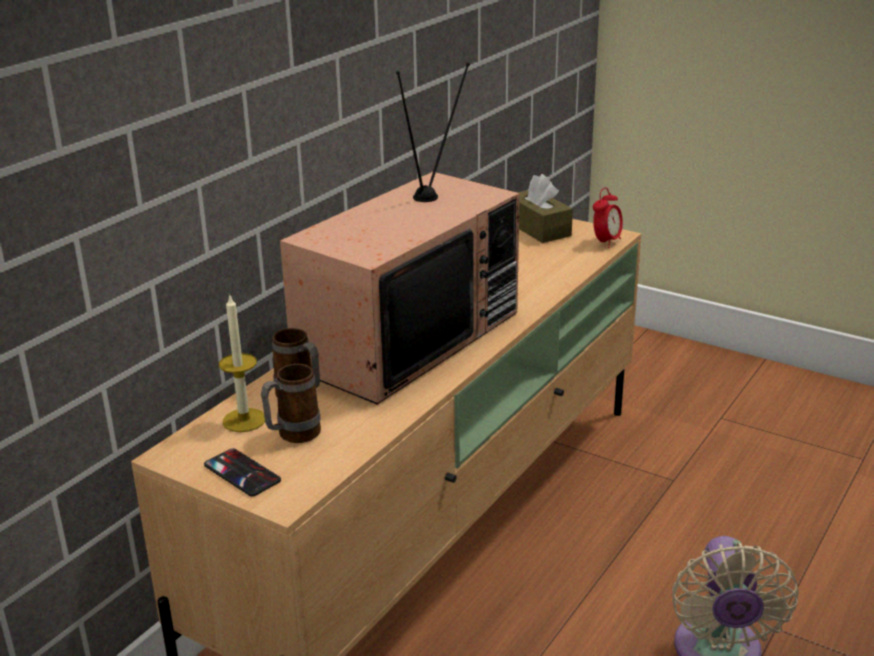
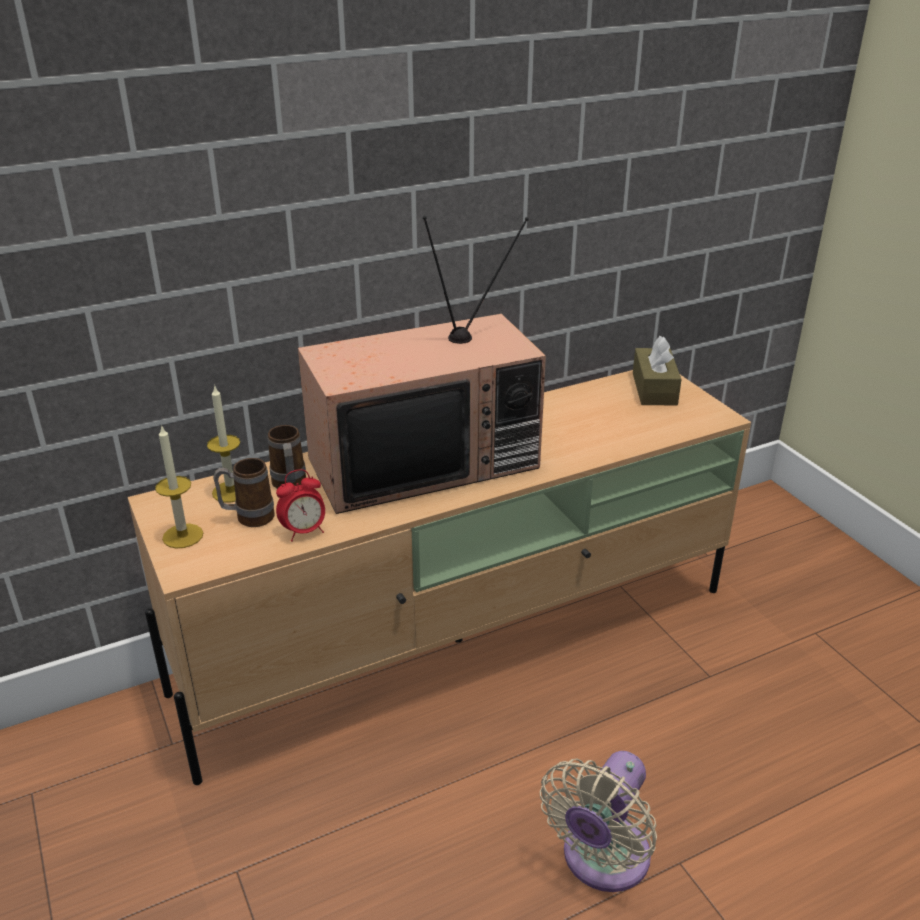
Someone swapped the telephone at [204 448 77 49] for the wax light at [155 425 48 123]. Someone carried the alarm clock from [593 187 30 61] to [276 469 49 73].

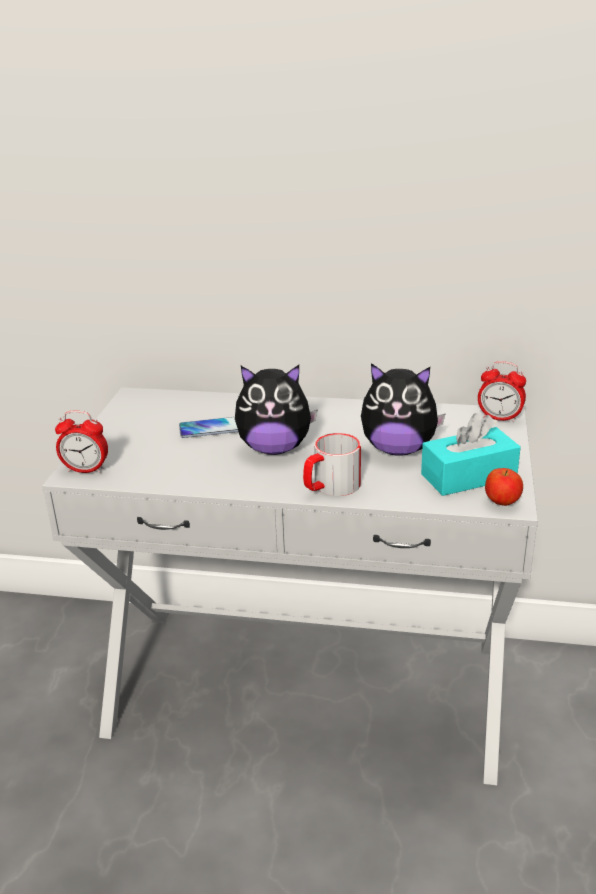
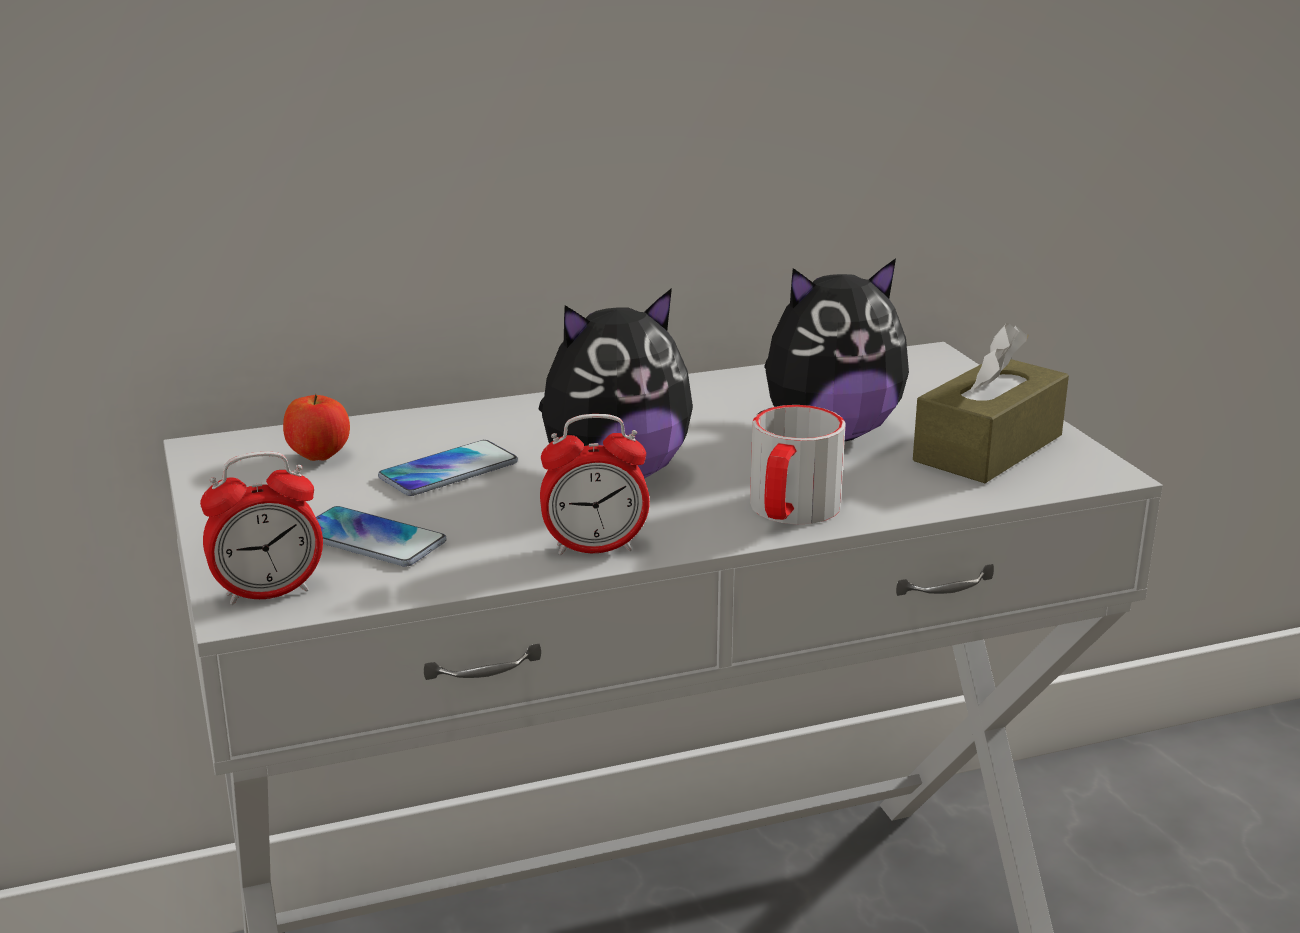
Someone carried the whole apple from [485 468 38 38] to [283 394 67 67]. Someone put down the telephone at [316 506 130 61]. Someone carried the alarm clock from [478 361 48 61] to [540 414 110 141]. Someone repainted the tissue holder in blue-green at [421 413 100 83], which became the tissue holder in brownish at [913 323 156 160].

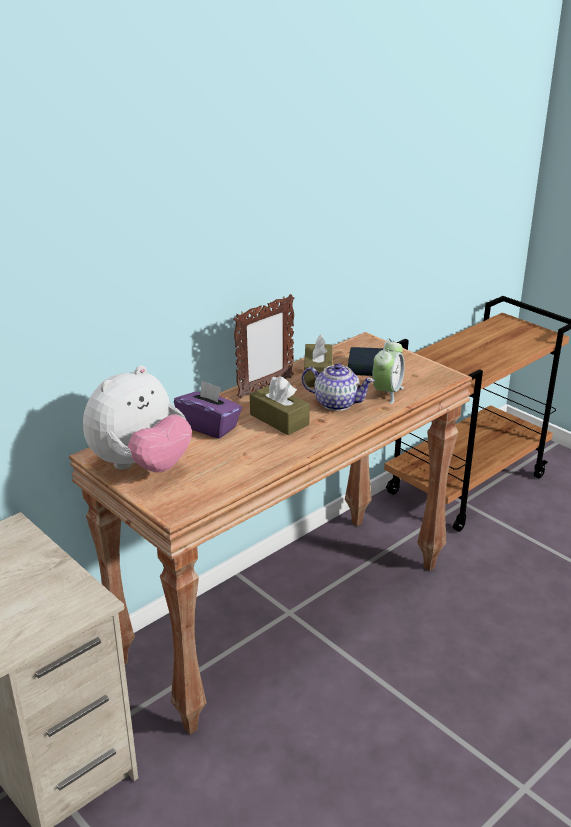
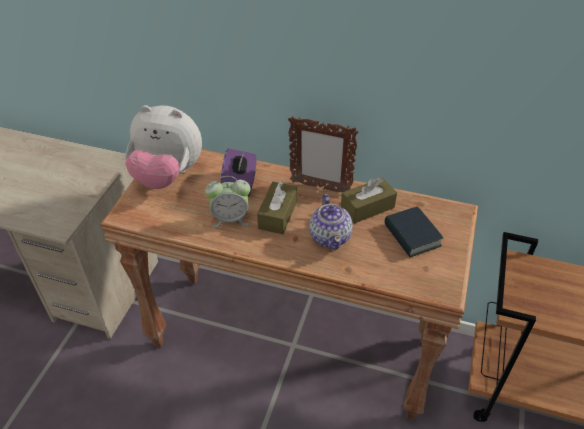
Someone carried the alarm clock from [372 338 33 66] to [205 176 46 52].

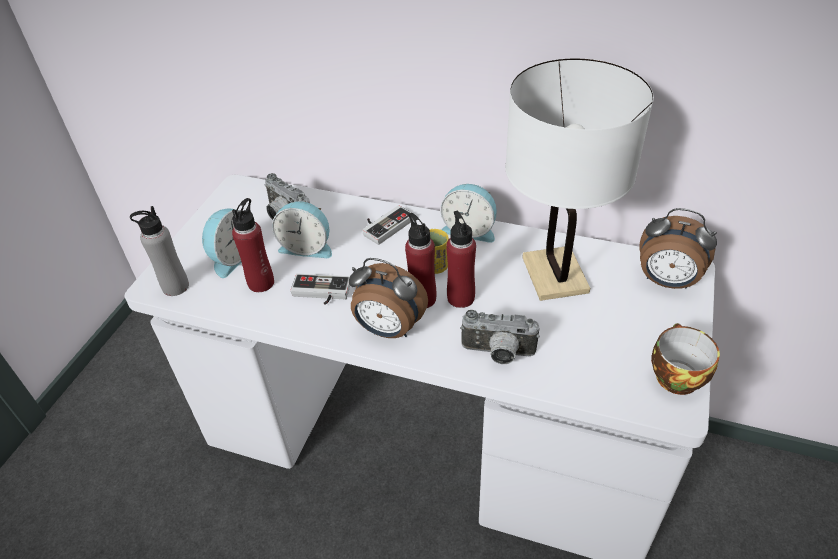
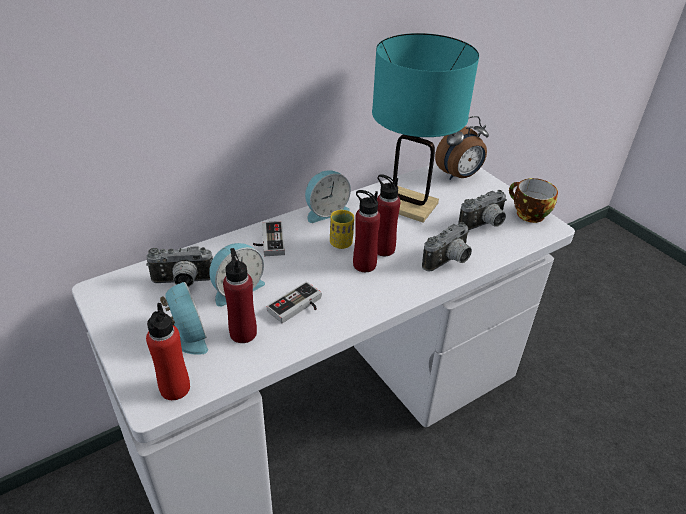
Someone repainted the beverage bottle in grey at [130 206 59 90], which became the beverage bottle in red-coloured at [146 303 44 97]. Someone repainted the table lamp in white-coloured at [505 58 149 243], which became the table lamp in blue-green at [372 33 107 190]. Someone put down the still camera at [458 190 49 41]. Someone took away the alarm clock at [349 258 79 80].

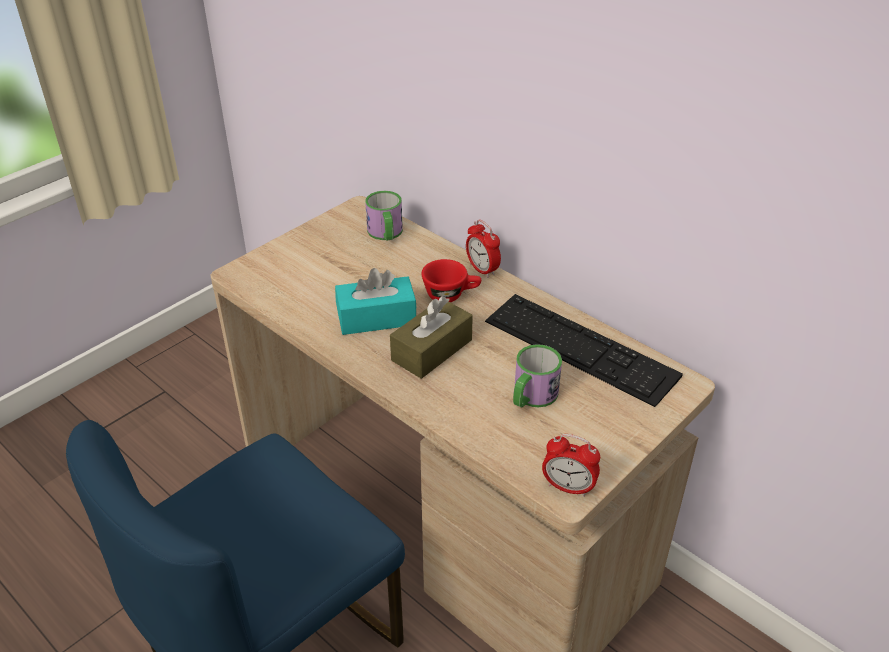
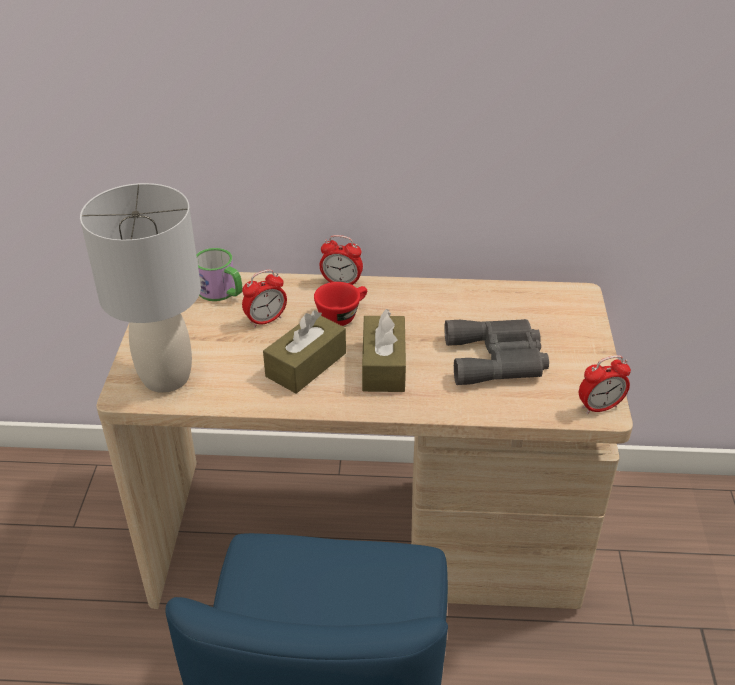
Someone put down the table lamp in grey at [80 183 121 210]. Someone put down the alarm clock at [242 270 45 58]. Someone repainted the tissue holder in blue-green at [335 268 82 67], which became the tissue holder in brownish at [263 310 83 84]. Someone swapped the tea mug at [513 344 49 64] for the field glasses in grey at [445 319 104 66]. Someone took away the PC keyboard at [485 294 198 113].

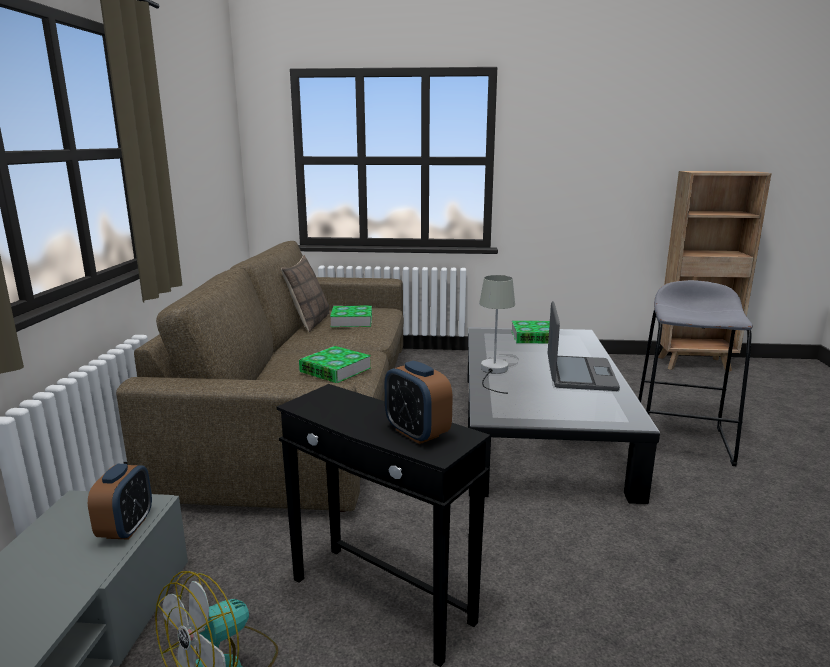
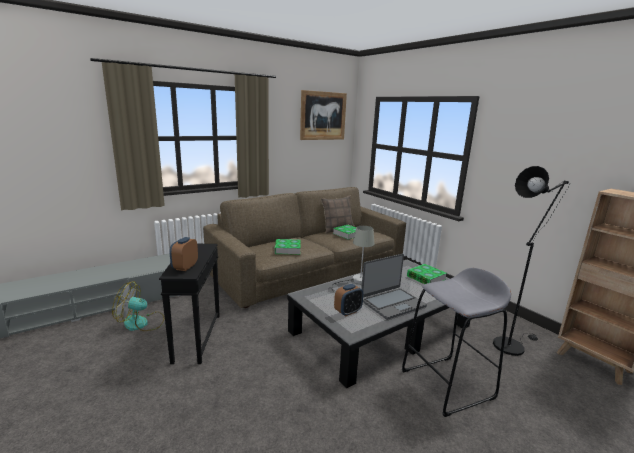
Someone put up the wall art at [300 90 47 50]. Someone carried the alarm clock from [88 464 64 76] to [334 284 29 33]. Someone put down the standing lamp in blackish at [493 166 77 190].

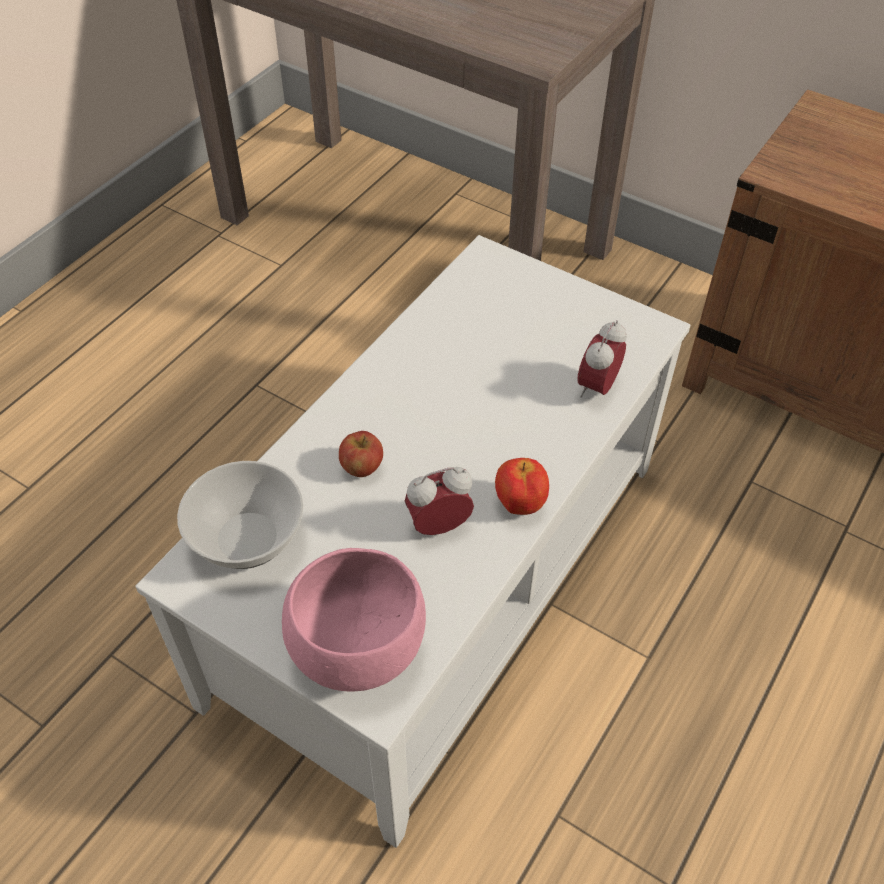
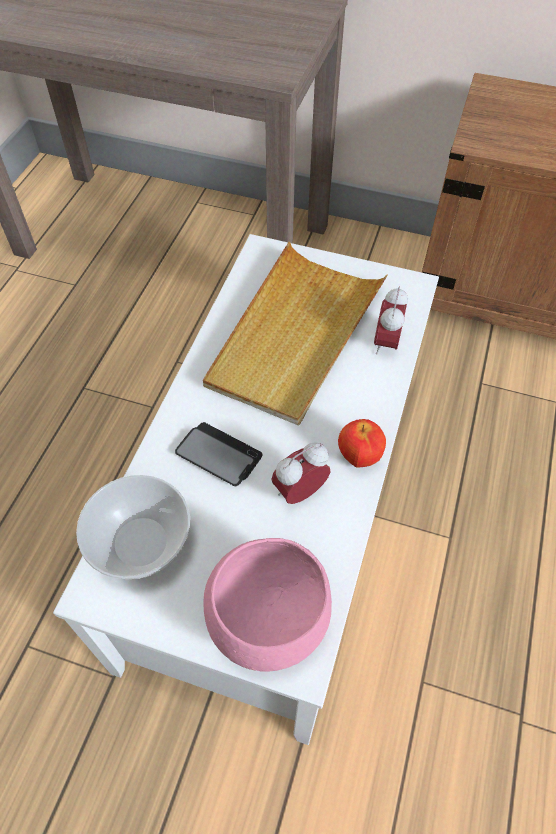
Someone swapped the whole apple at [339 431 44 46] for the telephone at [175 422 87 64]. Someone put down the serving tray in beige at [203 242 185 184].

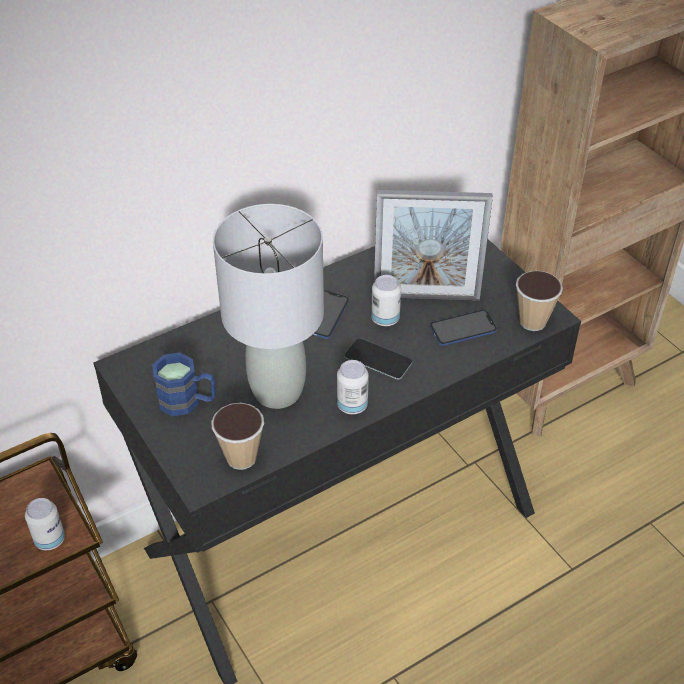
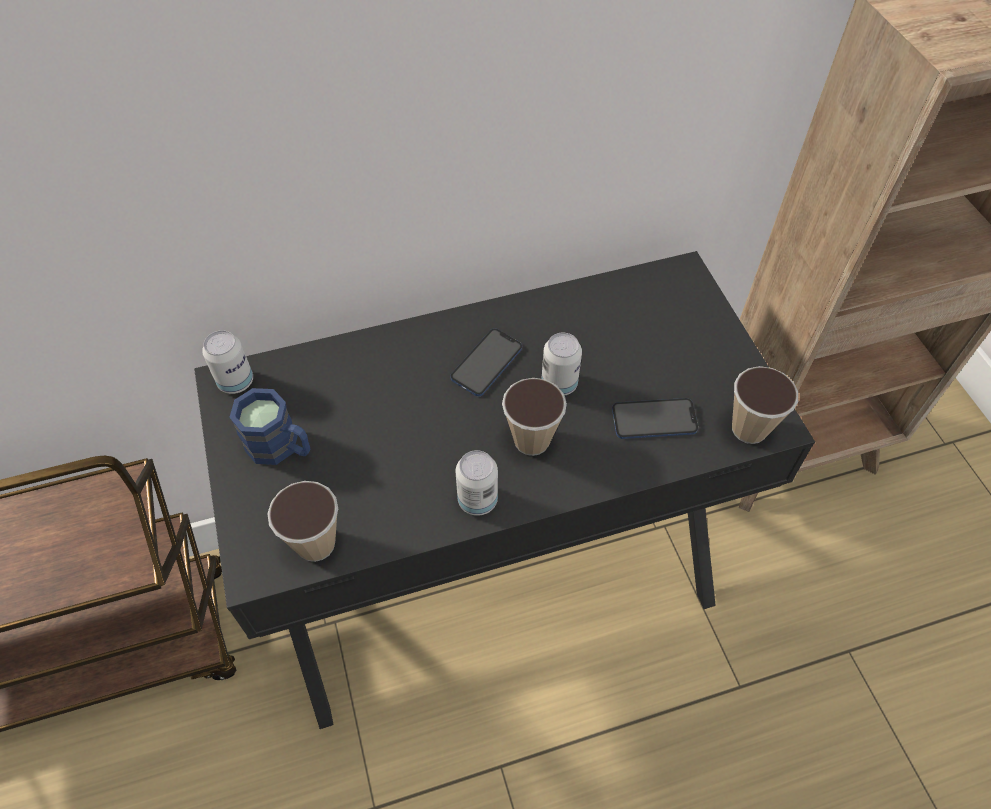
Someone carried the sealed can from [25 498 40 52] to [202 330 51 64]. Someone swapped the telephone at [345 338 67 42] for the cup at [502 378 65 78]. Someone took away the table lamp in grey at [213 204 111 205]. Someone took away the standing frame at [374 190 119 110].

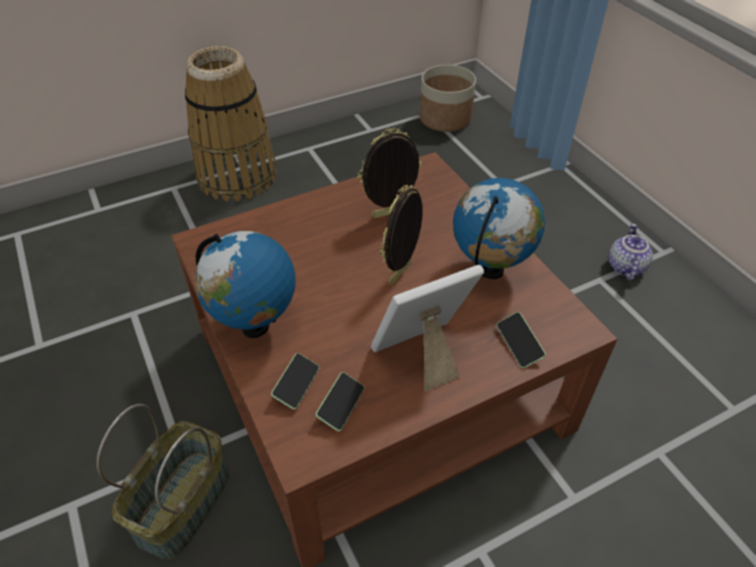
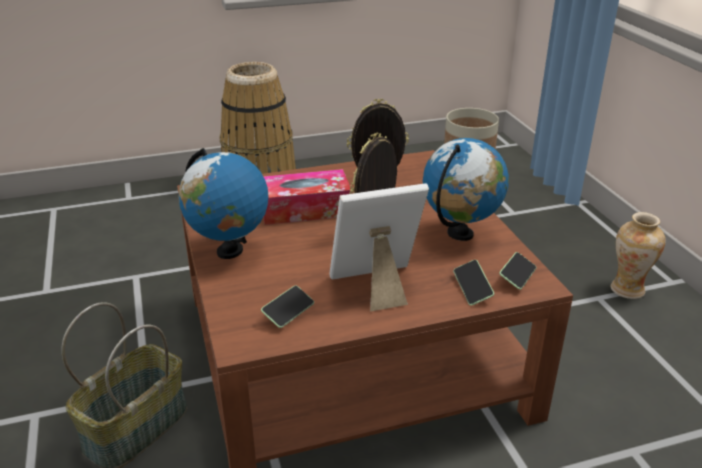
Someone put down the tissue holder at [263 169 89 56]. Someone carried the telephone from [271 353 49 56] to [499 252 38 38]. Someone swapped the pot for tea at [608 223 45 58] for the vase at [611 212 55 87].

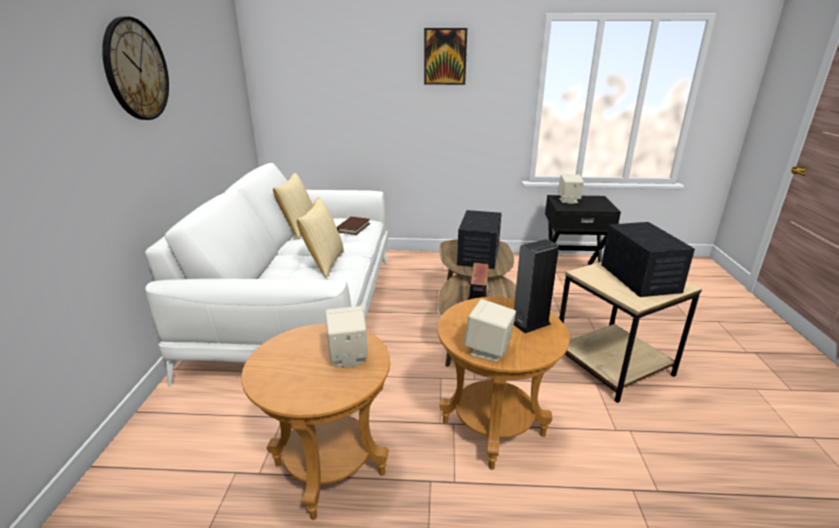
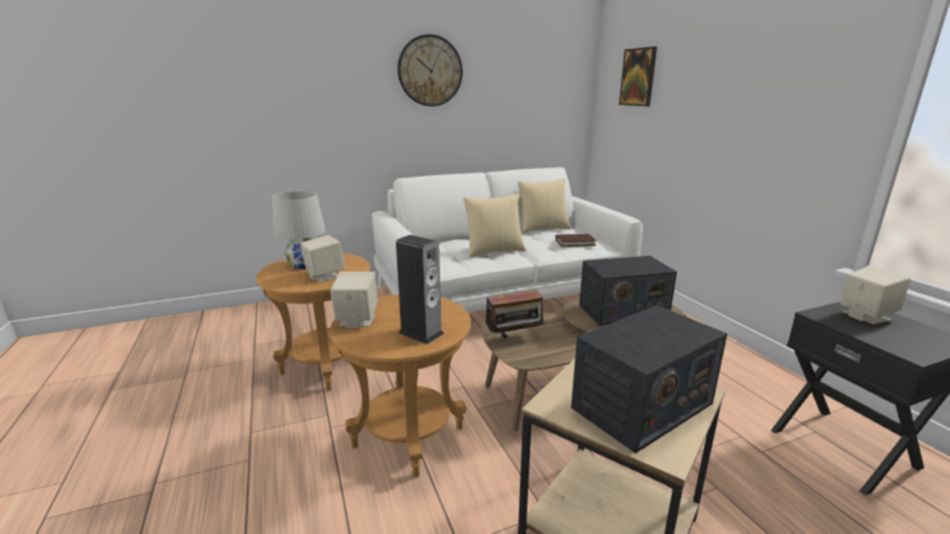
Someone put down the table lamp in white-coloured at [272 191 53 78]. Someone carried the wall art from [424 28 43 57] to [619 47 38 59].

